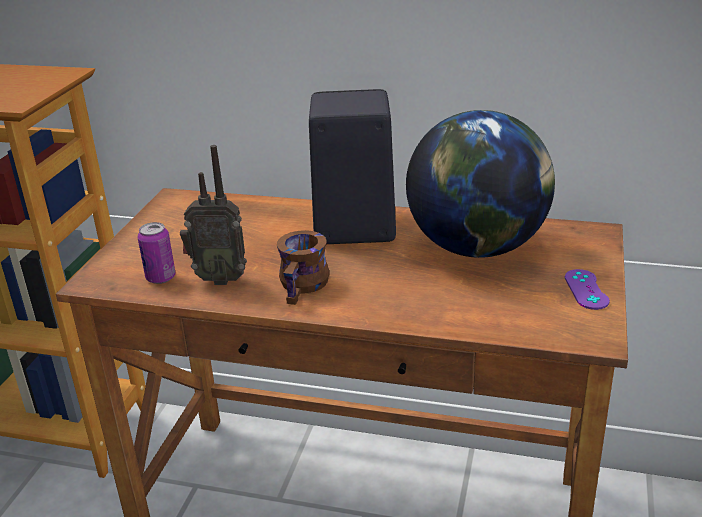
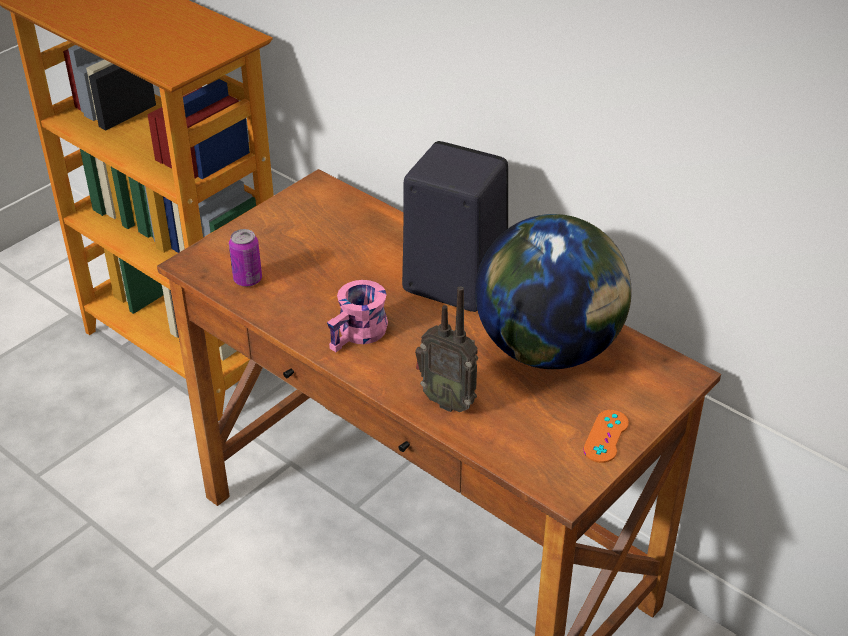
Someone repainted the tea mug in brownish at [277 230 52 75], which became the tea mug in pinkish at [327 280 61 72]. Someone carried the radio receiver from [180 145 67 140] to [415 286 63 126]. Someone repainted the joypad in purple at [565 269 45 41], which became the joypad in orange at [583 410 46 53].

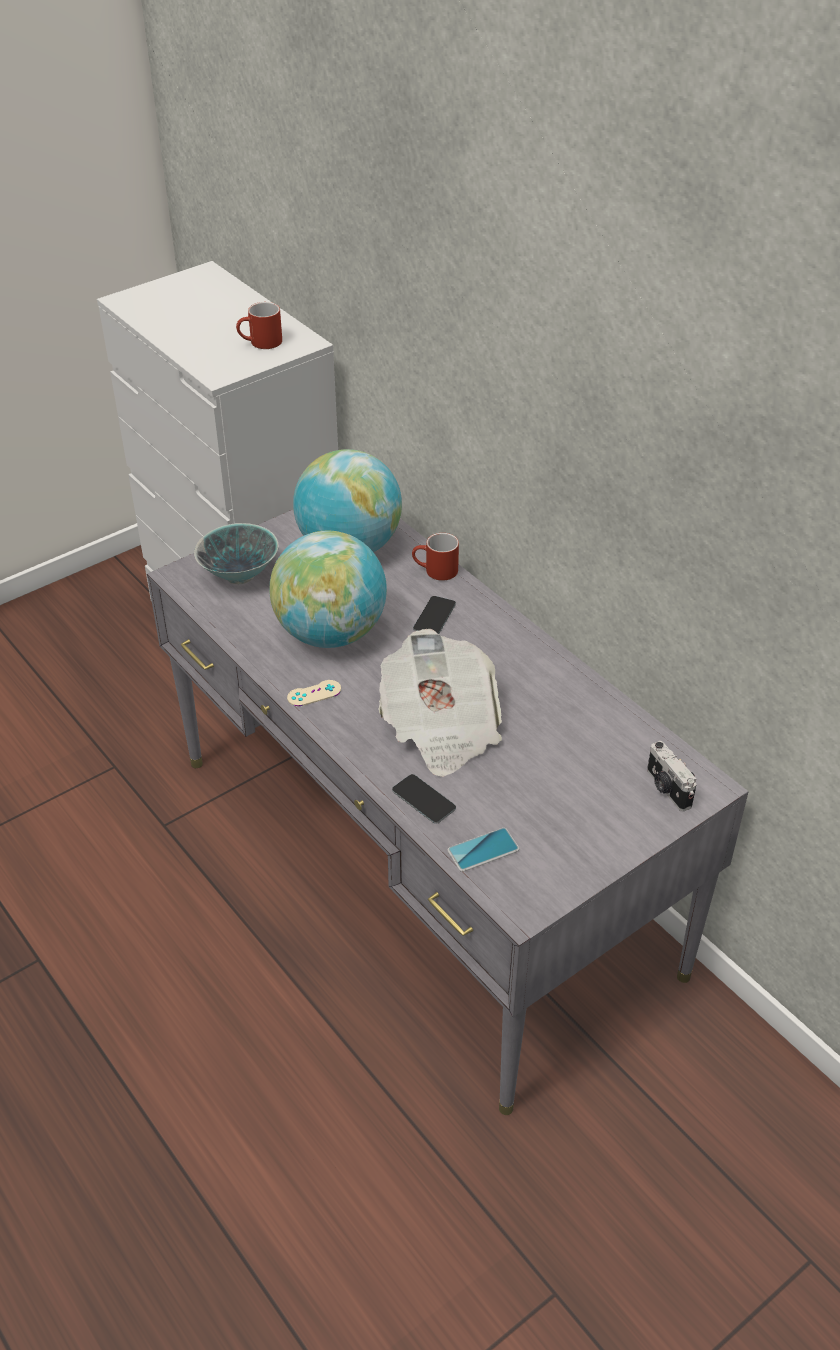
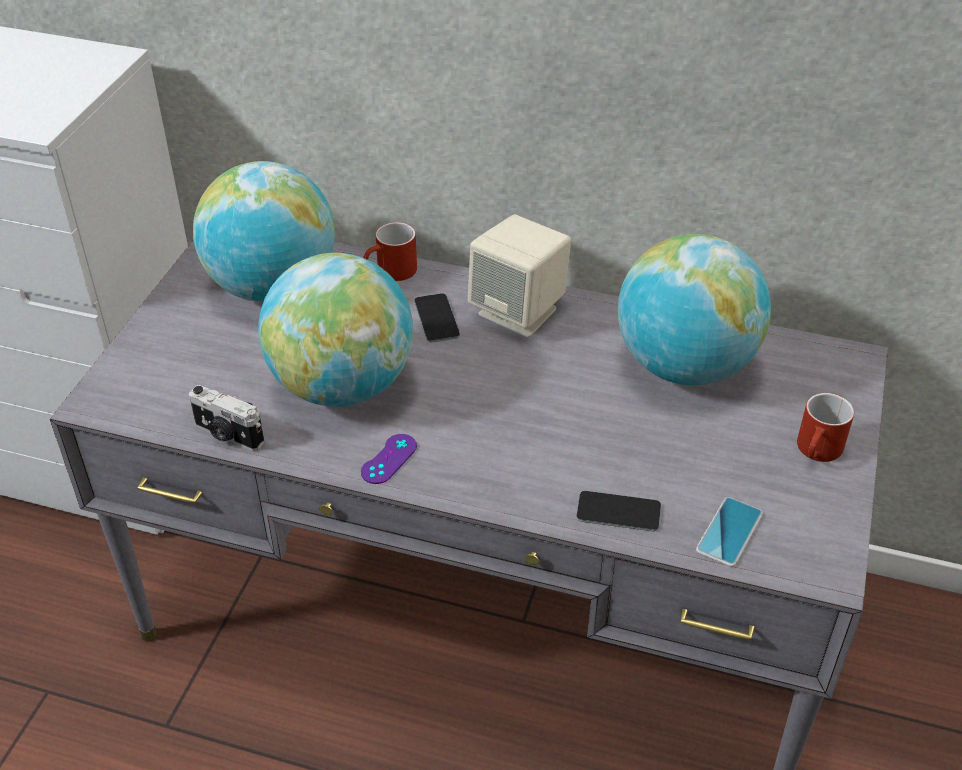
Someone carried the still camera from [647 741 50 70] to [189 385 75 66]. Someone repainted the joypad in beige at [287 680 54 26], which became the joypad in purple at [361 434 56 50]. Someone put down the speaker in beige at [468 214 103 123]. Someone put down the globe at [618 234 153 151]. Someone carried the tea mug in red-coloured from [236 302 46 47] to [797 393 57 69]. Someone took away the deep dish at [194 523 85 61]. Someone took away the daily paper at [378 629 124 148].

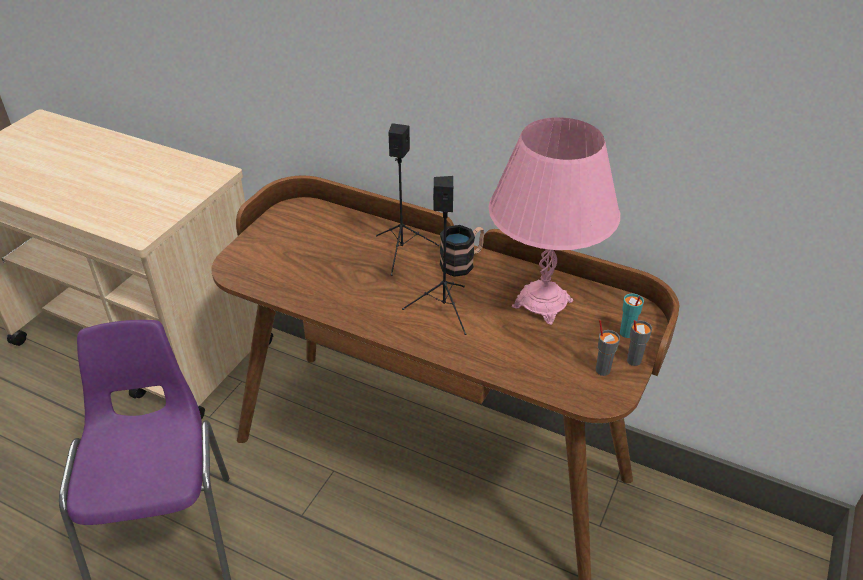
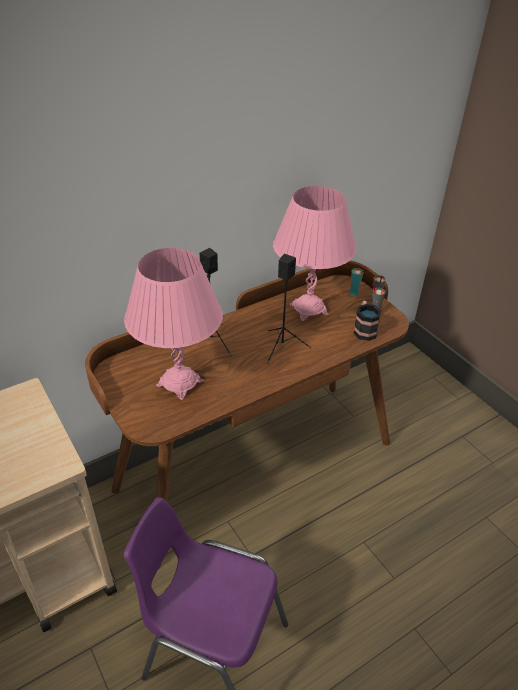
Someone put down the table lamp in pinkish at [124 248 99 152]. Someone carried the tea mug from [440 225 44 52] to [353 300 29 41].

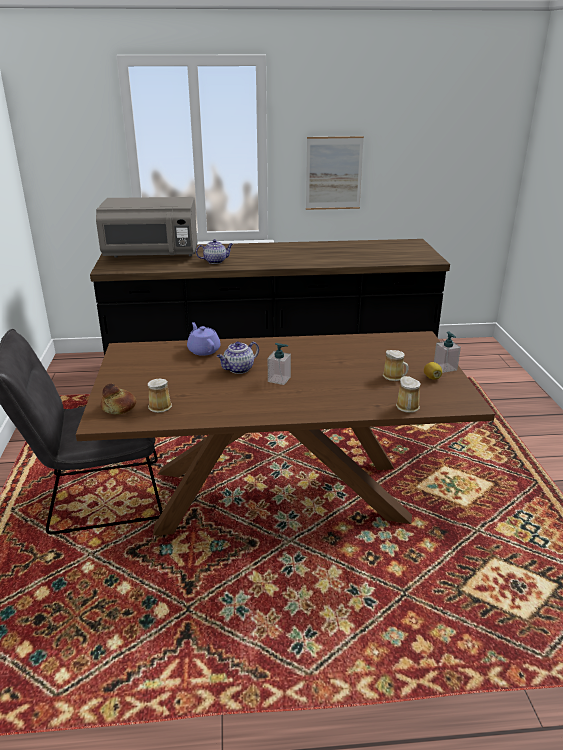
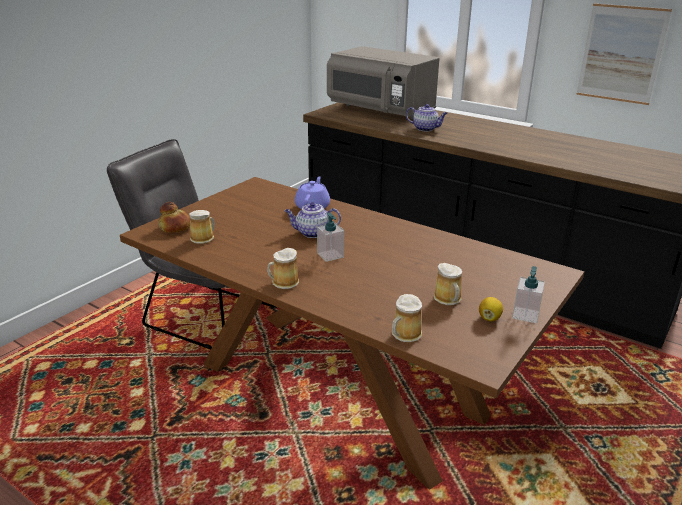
Someone put down the tea mug at [267 248 32 41].

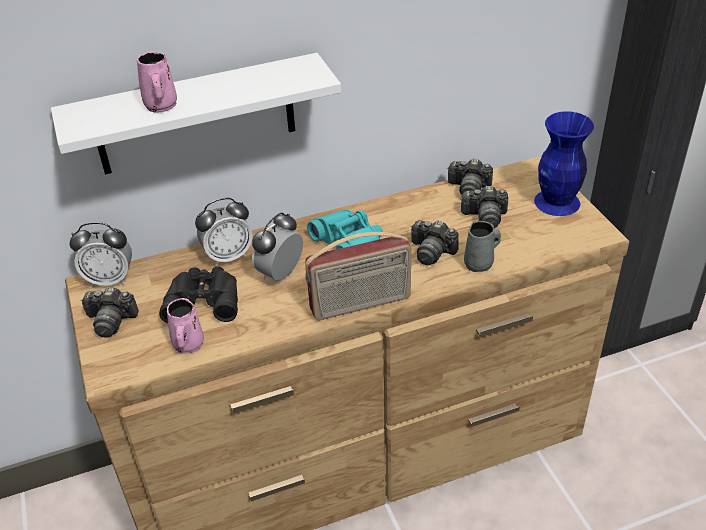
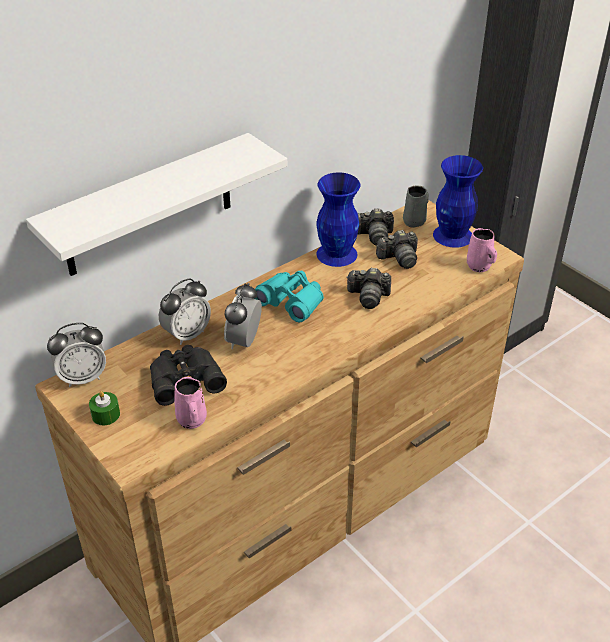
Someone swapped the still camera at [81 287 58 50] for the wax light in greenish at [89 391 31 34]. Someone put down the vase in blue-coloured at [316 172 44 95]. Someone carried the tea mug in grey from [464 221 37 51] to [403 185 26 43]. Someone carried the tea mug in pinkish from [137 51 40 62] to [467 228 30 44]. Someone took away the radio receiver at [305 232 106 88].

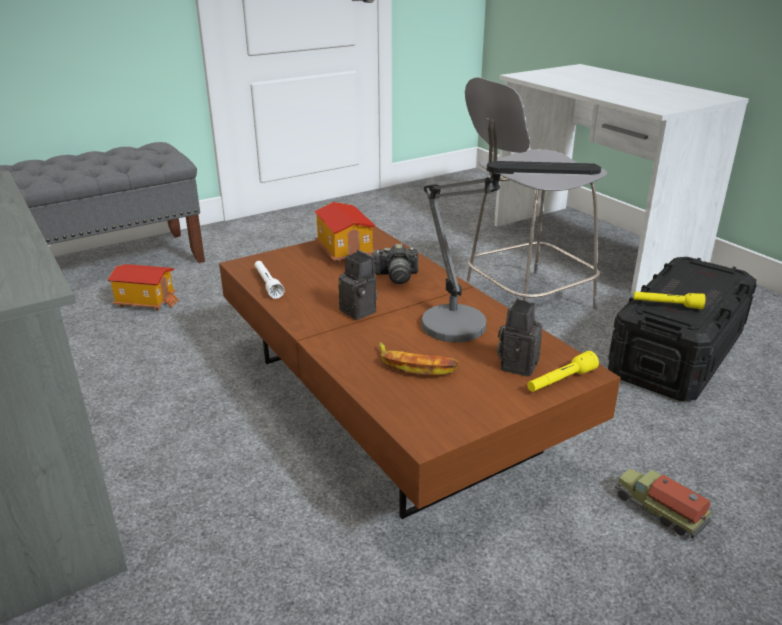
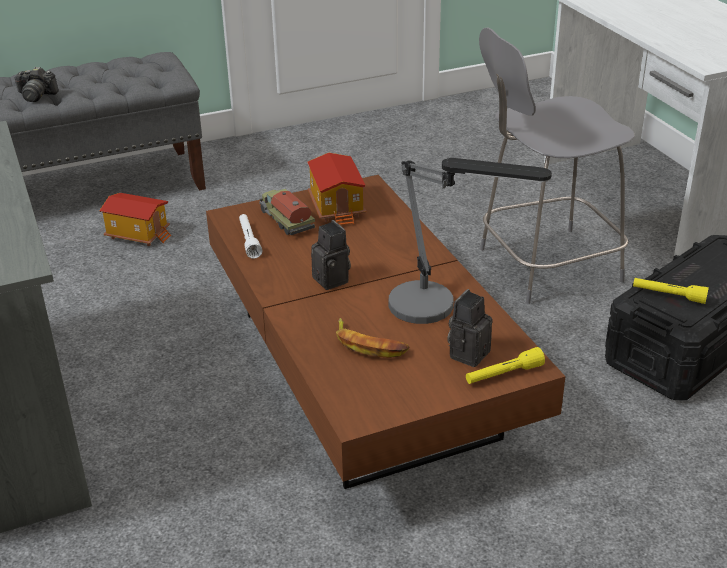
Someone carried the still camera from [372 243 46 41] to [14 67 45 35]. Someone carried the model truck from [615 469 96 70] to [259 189 56 46].

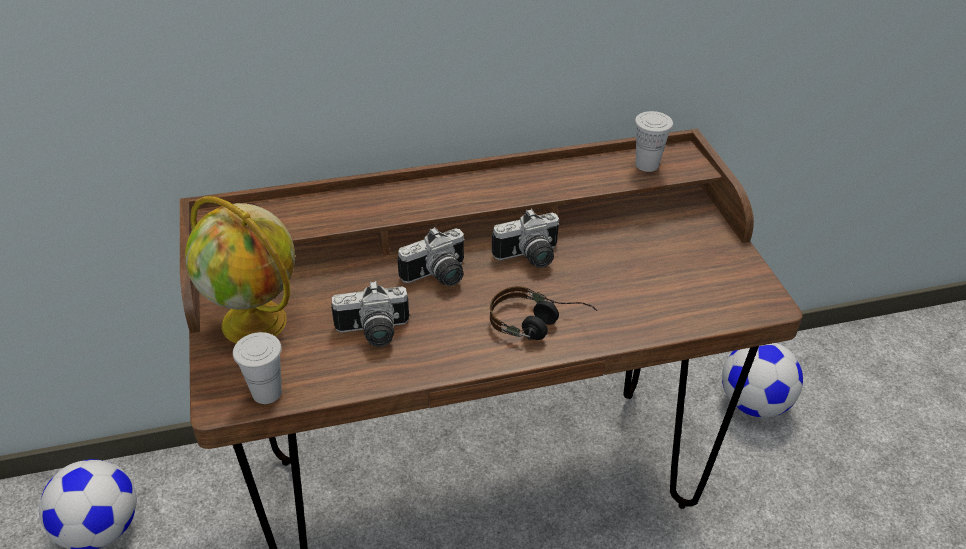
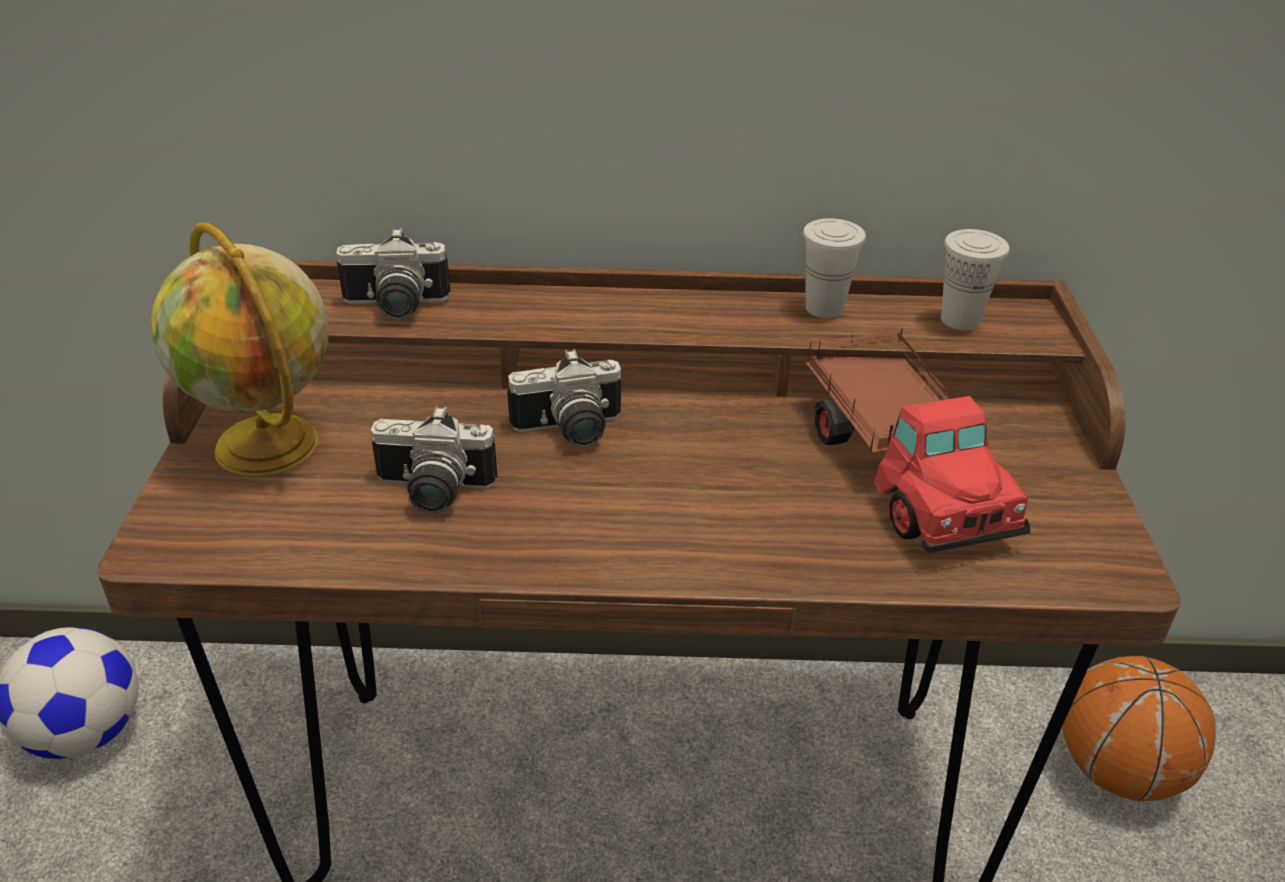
Someone carried the still camera from [492 209 67 59] to [336 228 115 91]. Someone carried the cup in white-coloured from [233 332 49 72] to [803 218 63 100]. Someone put down the model truck at [806 328 224 225]. Someone swapped the ball for football at [722 343 81 75] for the basketball ball at [1063 656 153 145]. Someone took away the headset at [490 286 107 54].

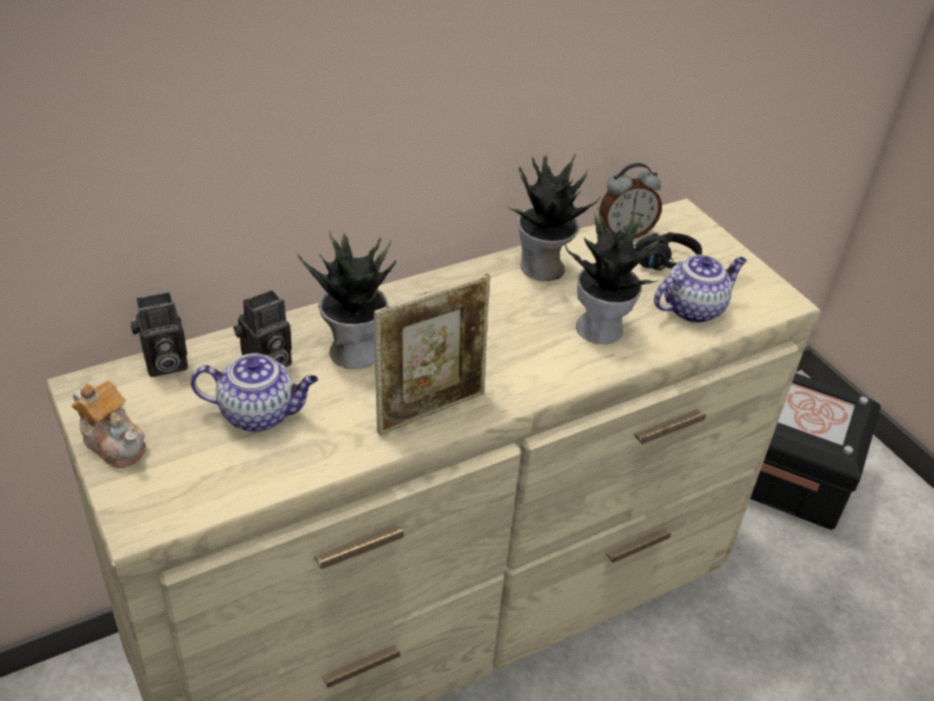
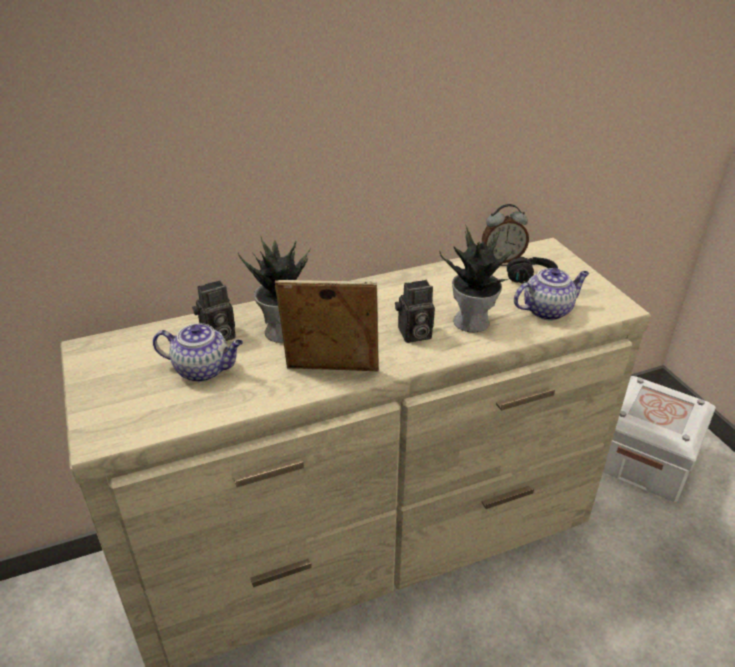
Someone rotated the standing frame at [374 274 116 161] by 150 degrees counterclockwise. Someone carried the still camera from [131 292 57 85] to [395 280 40 63]. Someone repainted the storage bin in blackish at [750 373 131 157], which became the storage bin in white-coloured at [603 376 113 126]. Someone took away the pot for tea at [72 380 74 88]. Someone took away the potted plant at [508 152 92 129].

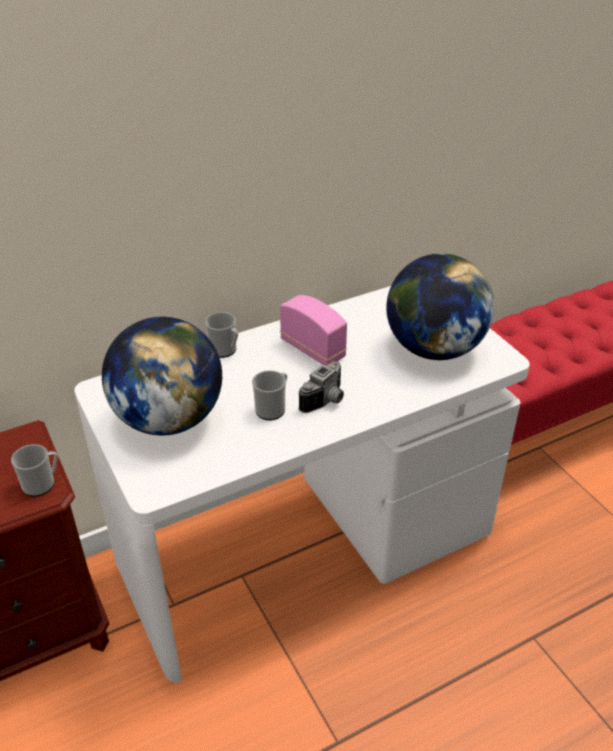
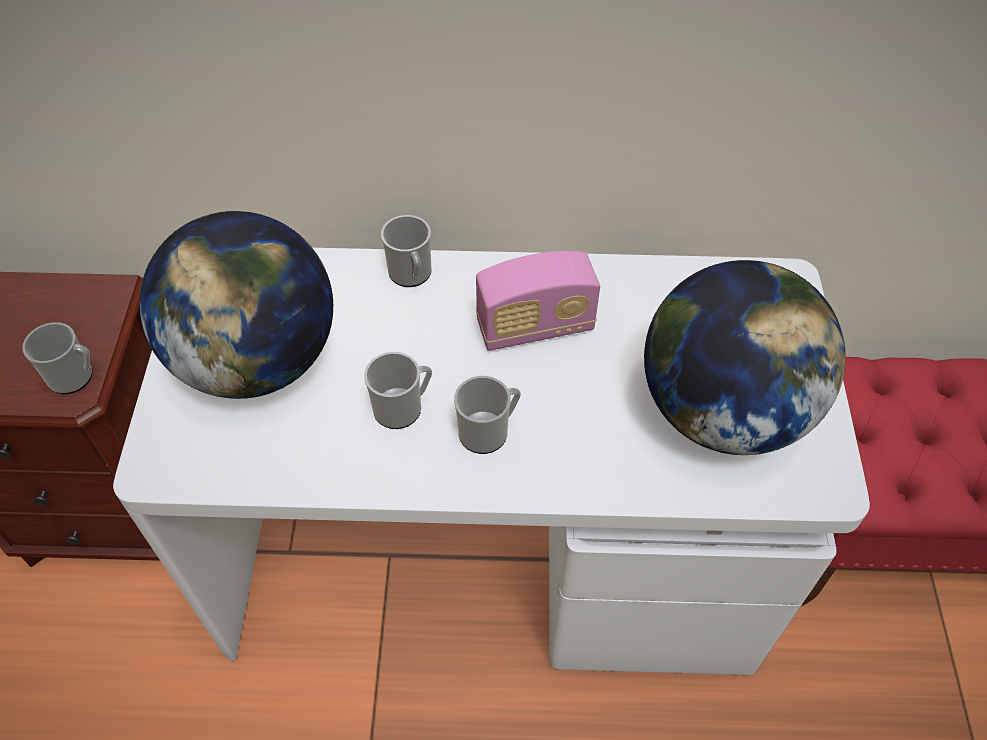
Someone swapped the still camera at [299 361 45 52] for the tea mug at [454 376 67 78]. Someone rotated the radio receiver at [280 295 67 71] by 90 degrees clockwise.

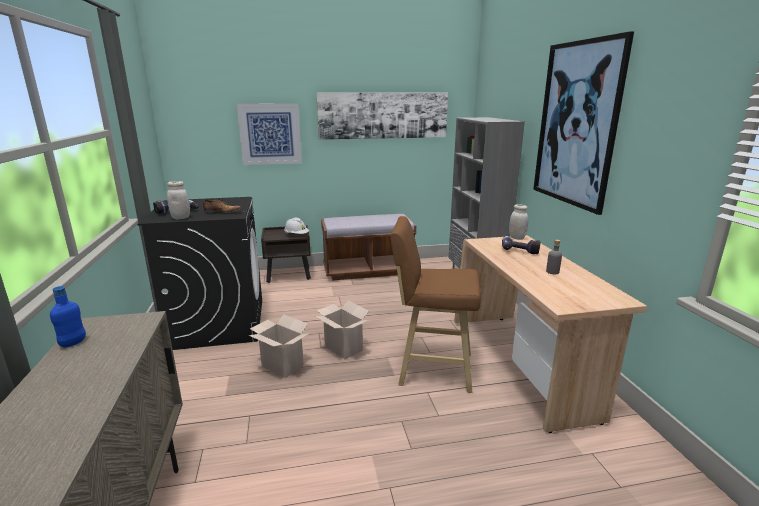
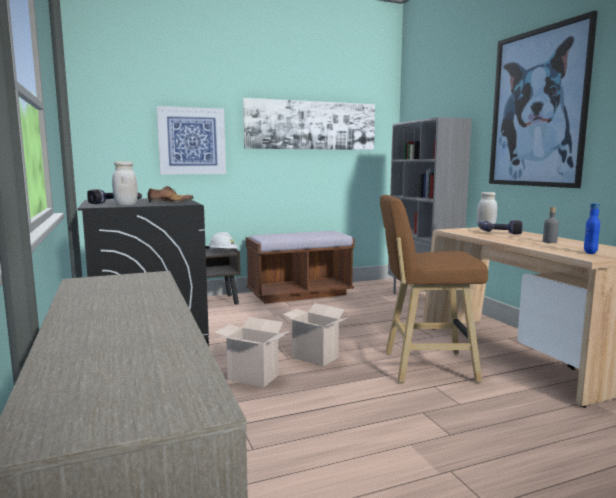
Someone carried the beverage bottle in blue-coloured from [50 286 36 62] to [584 203 16 51].

